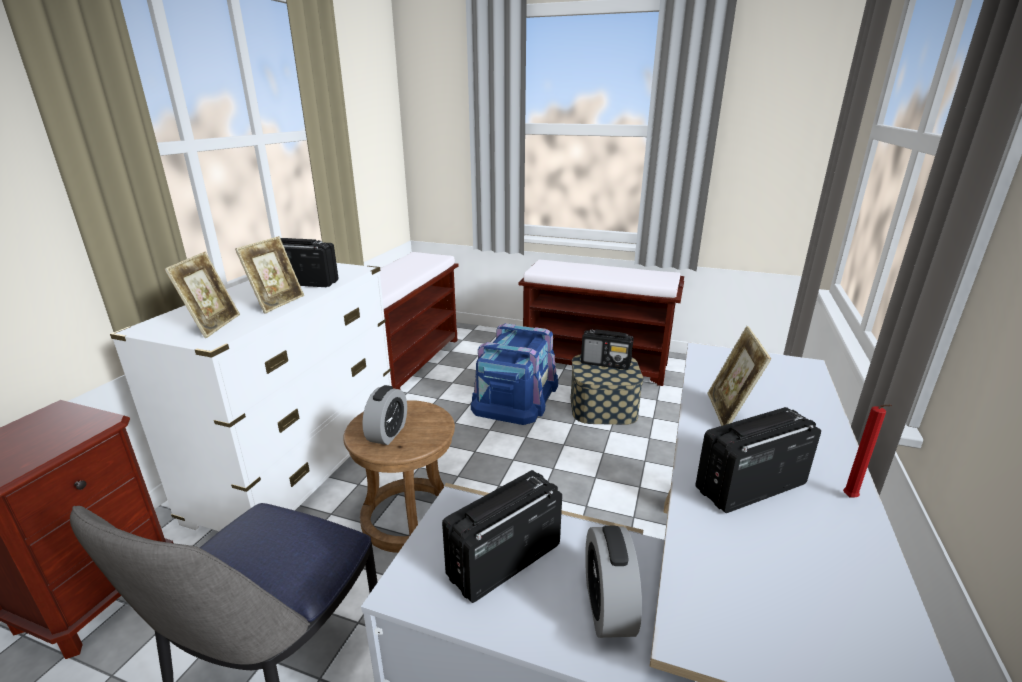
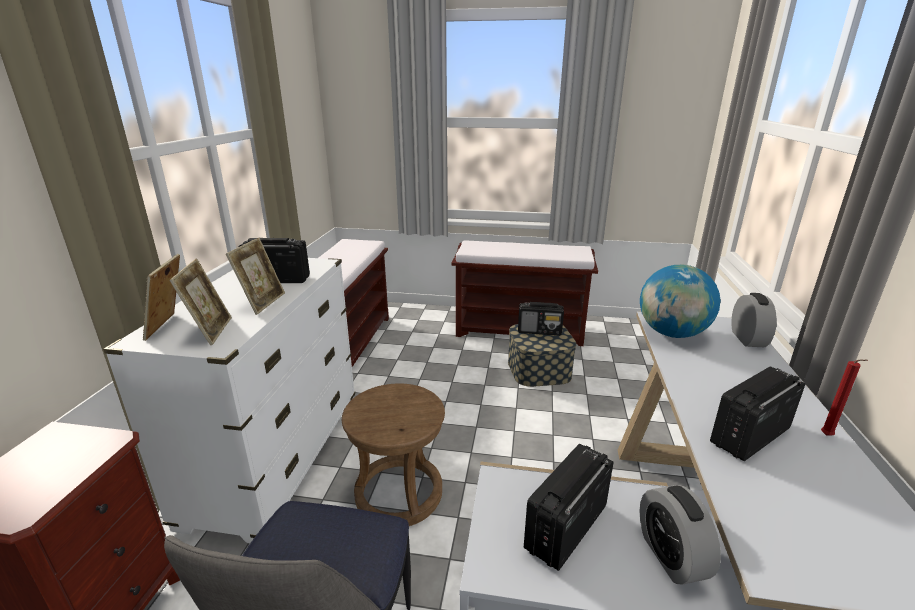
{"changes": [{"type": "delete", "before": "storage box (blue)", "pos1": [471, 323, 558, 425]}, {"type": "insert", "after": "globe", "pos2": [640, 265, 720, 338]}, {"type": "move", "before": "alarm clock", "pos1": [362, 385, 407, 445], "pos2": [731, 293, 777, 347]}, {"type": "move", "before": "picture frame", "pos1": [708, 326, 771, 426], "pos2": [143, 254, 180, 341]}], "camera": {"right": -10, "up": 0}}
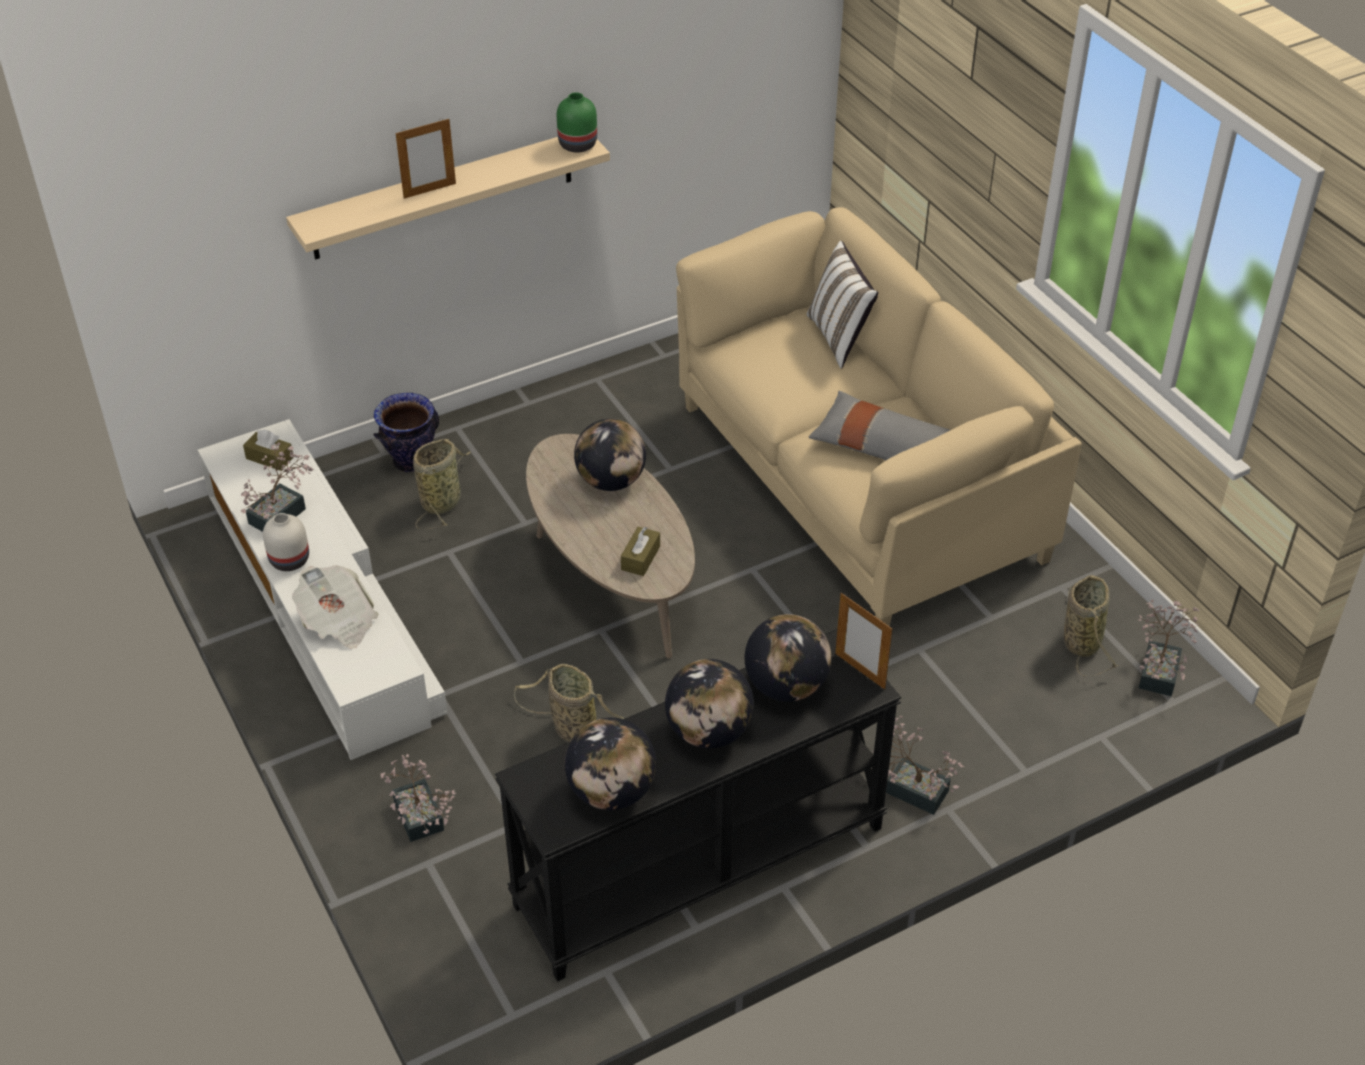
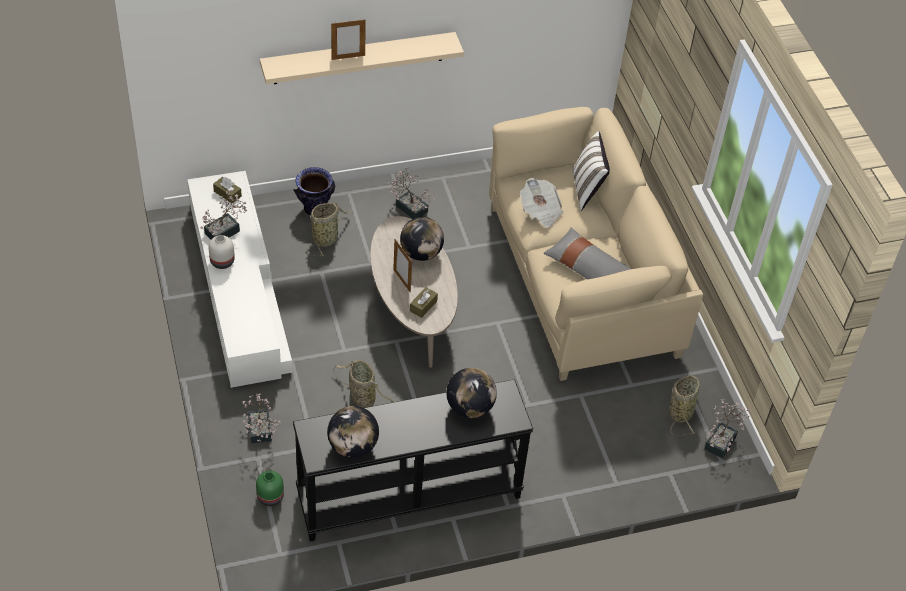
{"changes": [{"type": "delete", "before": "globe", "pos1": [665, 659, 754, 748]}, {"type": "move", "before": "newspaper", "pos1": [292, 565, 379, 649], "pos2": [520, 178, 564, 228]}, {"type": "move", "before": "vase (green)", "pos1": [557, 92, 597, 153], "pos2": [256, 471, 284, 506]}, {"type": "move", "before": "picture frame", "pos1": [835, 593, 892, 689], "pos2": [393, 239, 412, 293]}, {"type": "move", "before": "potted plant", "pos1": [872, 716, 964, 815], "pos2": [388, 167, 435, 219]}], "camera": {"right": 10, "up": 5}}
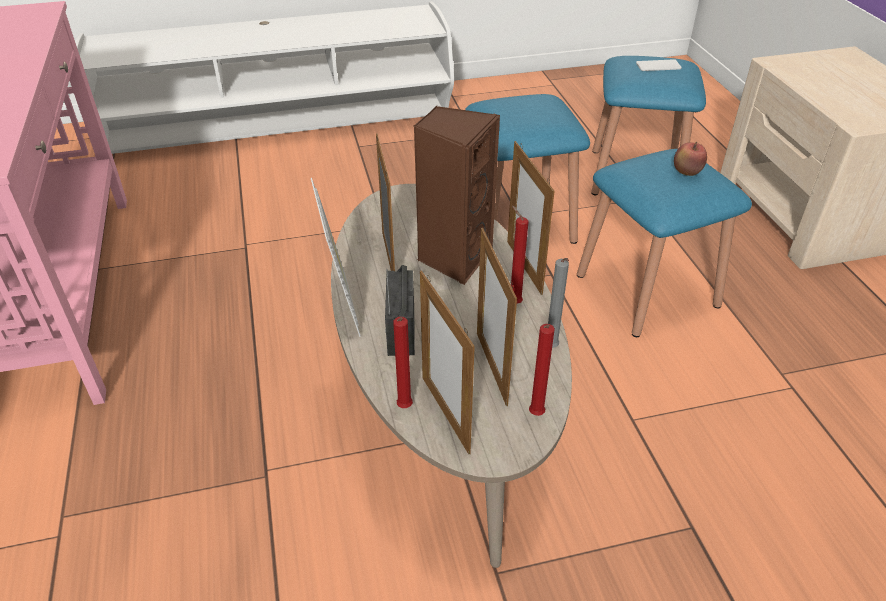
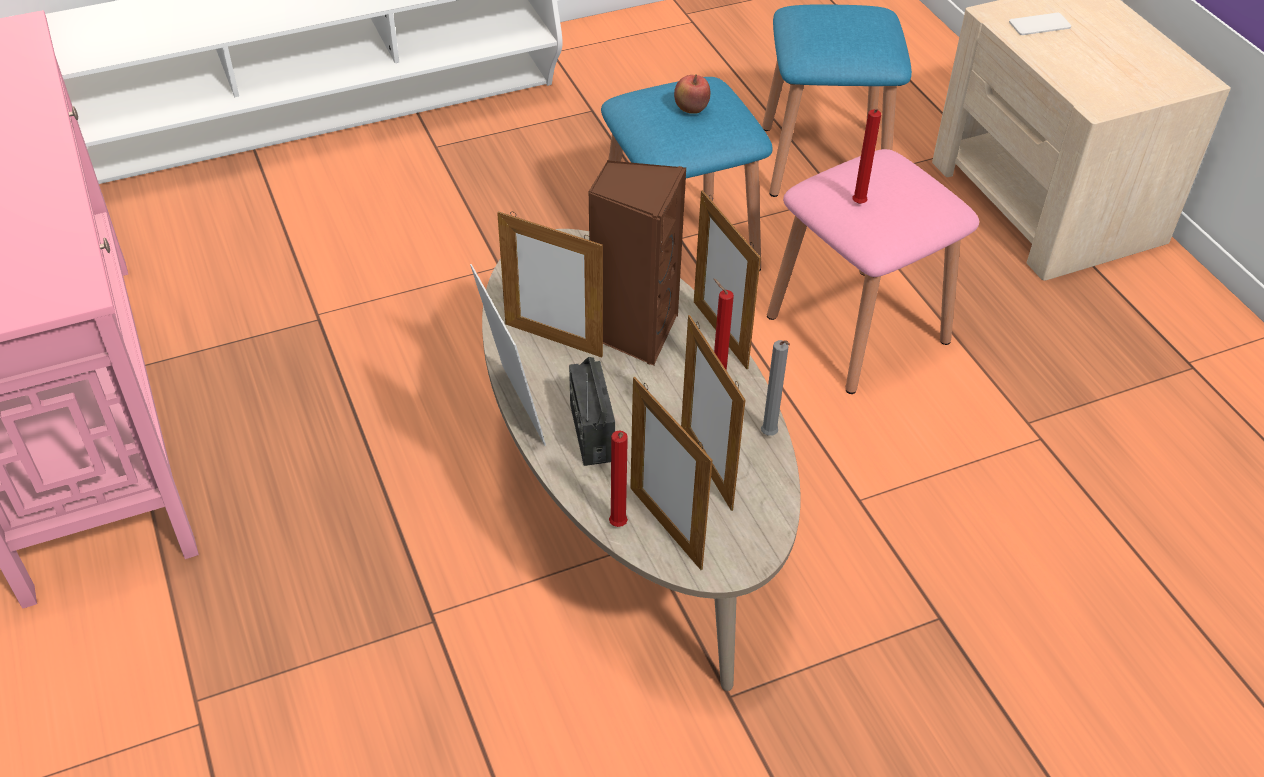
{"changes": [{"type": "move", "before": "candle (red)", "pos1": [529, 324, 555, 416], "pos2": [852, 108, 881, 204]}, {"type": "move", "before": "phone", "pos1": [636, 59, 682, 71], "pos2": [1009, 13, 1071, 35]}, {"type": "move", "before": "apple", "pos1": [674, 142, 707, 176], "pos2": [674, 74, 710, 114]}, {"type": "recolor", "before": "stool (blue)", "after": "stool (pink)", "pos1": [577, 149, 752, 337], "pos2": [767, 149, 979, 394]}, {"type": "rotate", "before": "picture frame", "pos1": [376, 133, 395, 271], "pos2": [497, 211, 603, 358], "turn": 135}], "camera": {"right": -10, "up": 5}}
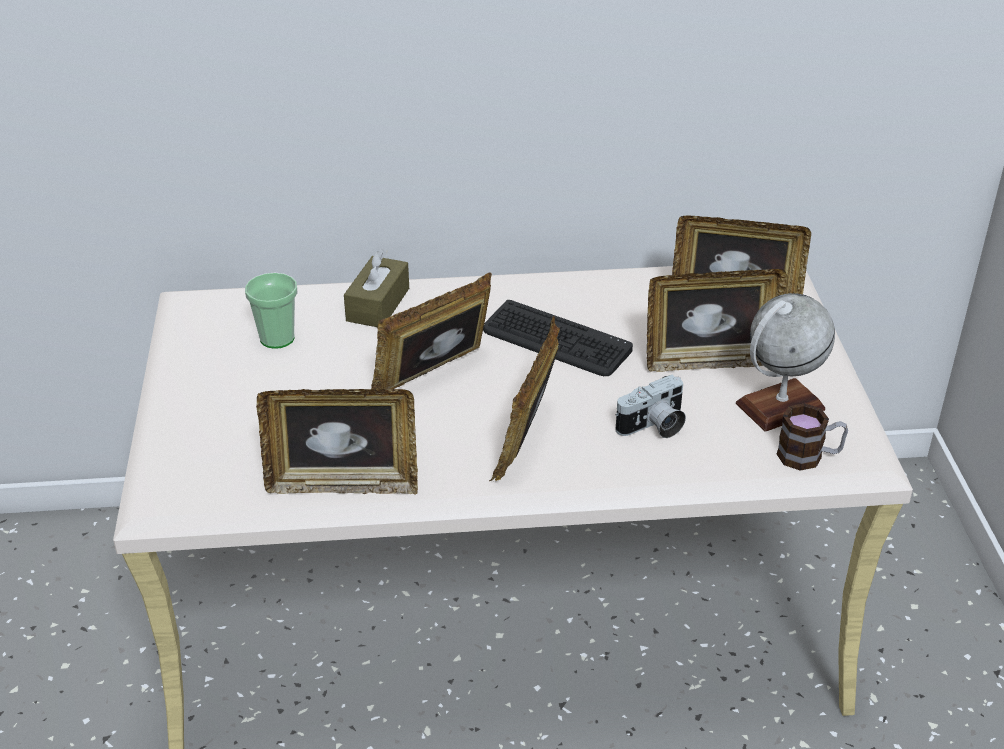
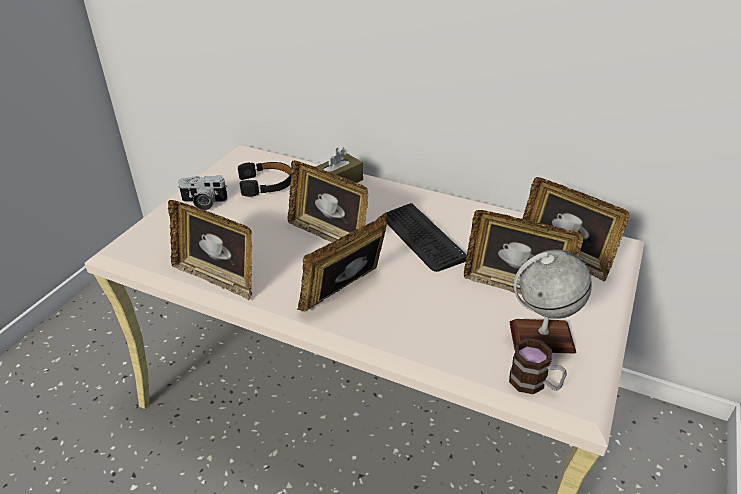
{"changes": [{"type": "move", "before": "photo camera", "pos1": [615, 375, 686, 438], "pos2": [178, 176, 228, 210]}, {"type": "replace", "before": "cup", "after": "headphones (black)", "pos1": [245, 273, 297, 349], "pos2": [238, 162, 291, 197]}, {"type": "rotate", "before": "picture frame", "pos1": [371, 272, 492, 389], "pos2": [288, 161, 368, 243], "turn": -135}], "camera": {"right": 30, "up": 0}}
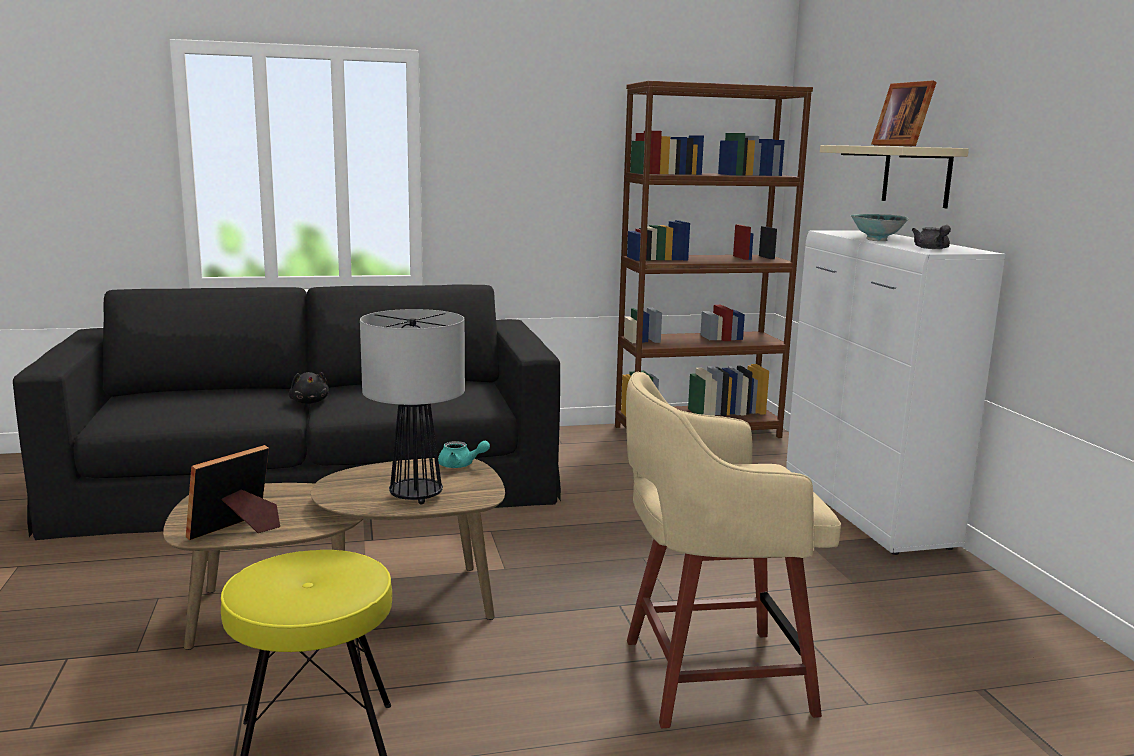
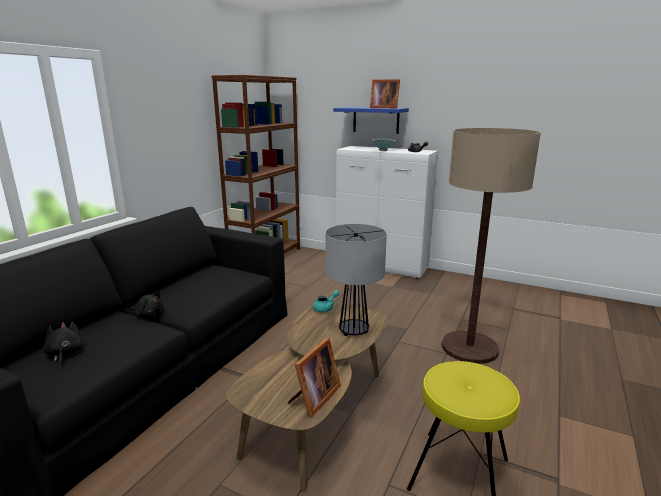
{"changes": [{"type": "insert", "after": "plush toy (black)", "pos2": [43, 322, 82, 366]}, {"type": "replace", "before": "stool (beige)", "after": "floor lamp", "pos1": [626, 372, 841, 728], "pos2": [442, 128, 541, 364]}, {"type": "recolor", "before": "shelf (beige)", "after": "shelf (blue)", "pos1": [820, 145, 969, 208], "pos2": [333, 107, 409, 134]}, {"type": "rotate", "before": "picture frame", "pos1": [186, 445, 280, 540], "pos2": [288, 338, 341, 417], "turn": -135}], "camera": {"right": -50, "up": 5}}
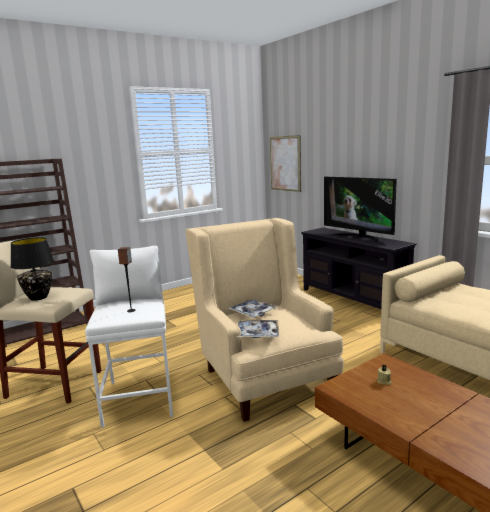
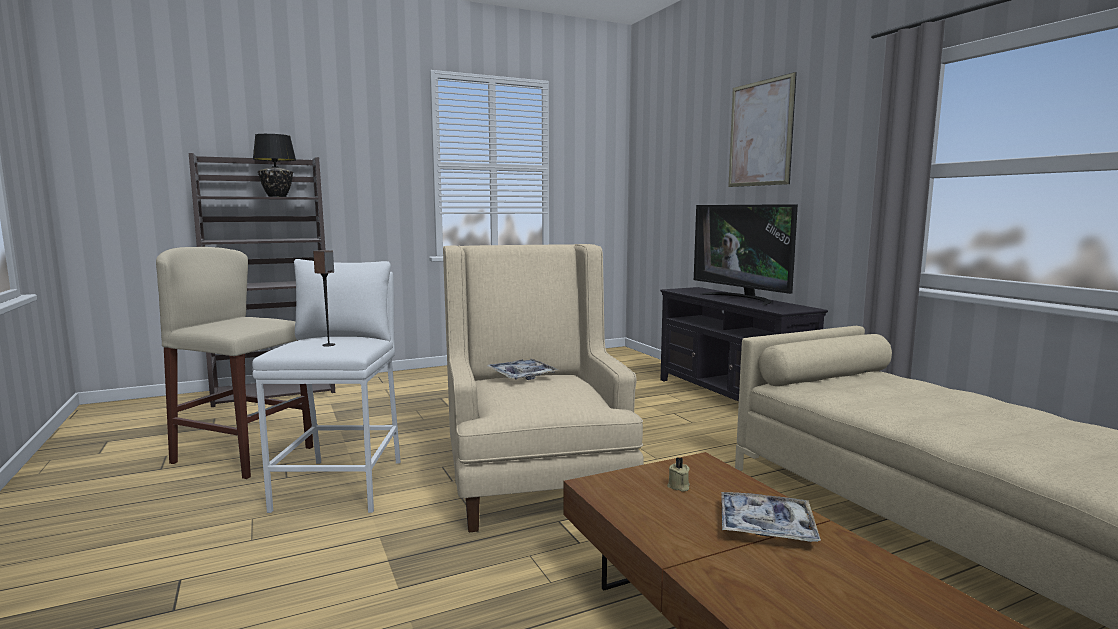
{"changes": [{"type": "move", "before": "table lamp (black)", "pos1": [10, 237, 54, 301], "pos2": [253, 134, 296, 197]}, {"type": "move", "before": "tray", "pos1": [237, 320, 279, 338], "pos2": [721, 492, 821, 542]}, {"type": "move", "before": "picture", "pos1": [270, 135, 301, 192], "pos2": [728, 72, 797, 187]}], "camera": {"right": 10, "up": -5}}
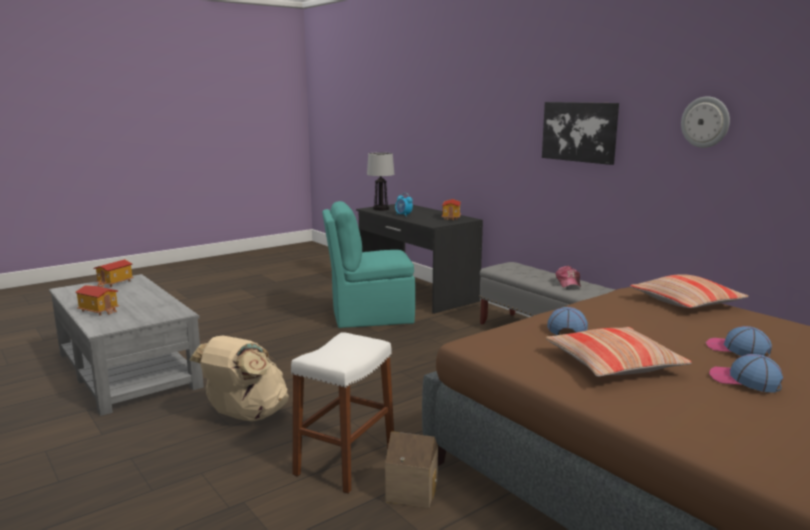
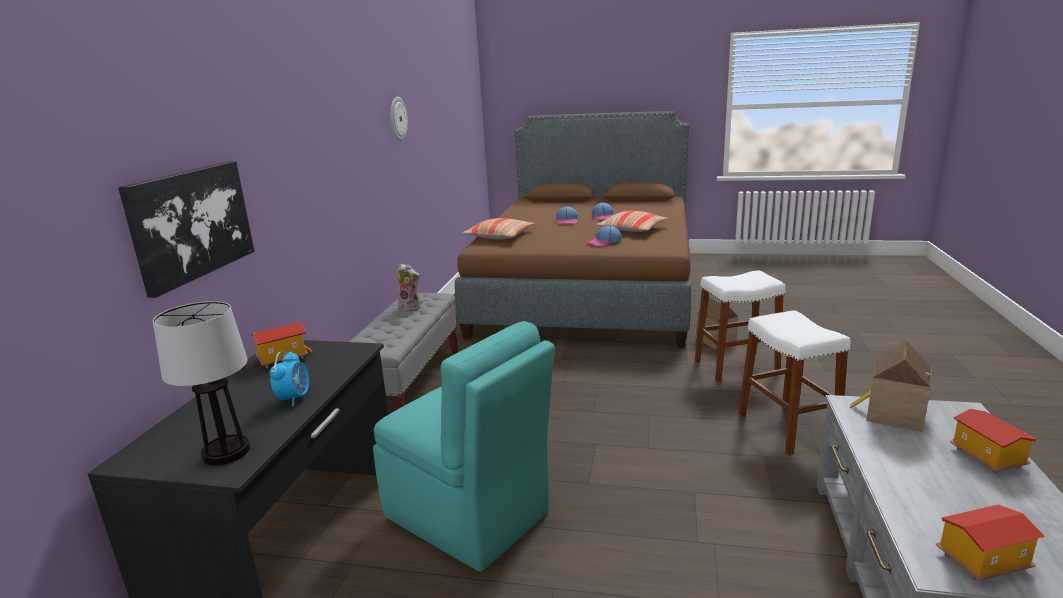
{"changes": [{"type": "insert", "after": "toy house", "pos2": [850, 341, 931, 432]}, {"type": "move", "before": "picture", "pos1": [542, 102, 619, 165], "pos2": [118, 161, 254, 298]}, {"type": "replace", "before": "backpack (beige)", "after": "stool (white)", "pos1": [189, 336, 289, 421], "pos2": [739, 311, 851, 456]}, {"type": "replace", "before": "cap", "after": "plush toy", "pos1": [556, 266, 581, 288], "pos2": [397, 264, 420, 311]}], "camera": {"right": -130, "up": 5}}
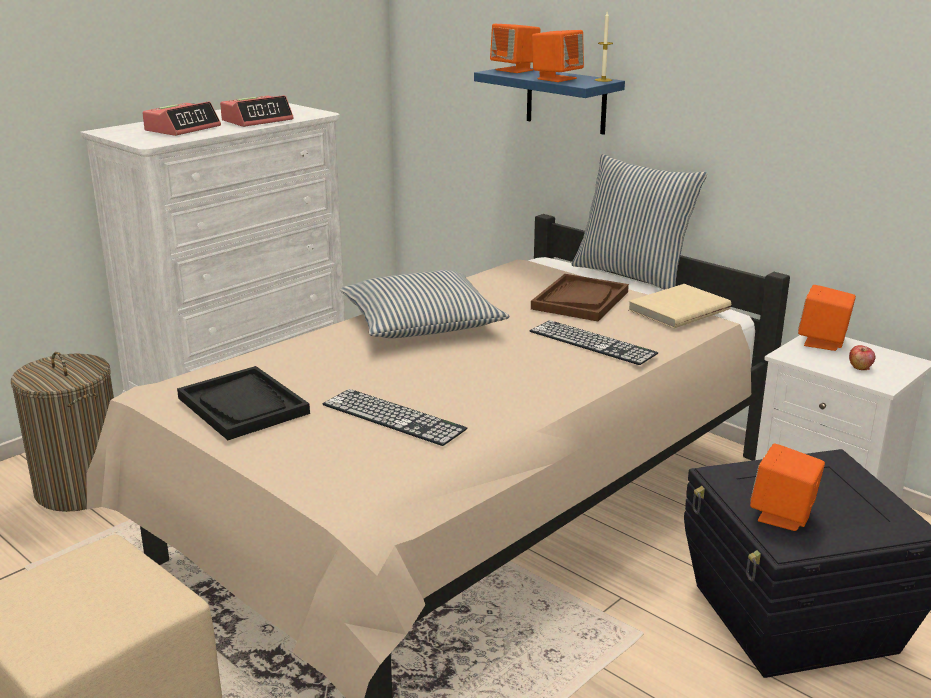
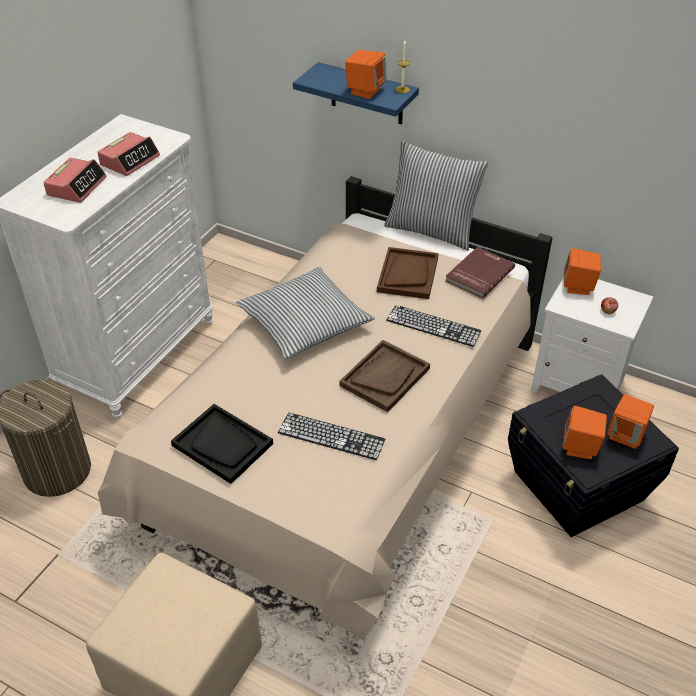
{"changes": [{"type": "insert", "after": "tray (brown)", "pos2": [339, 340, 430, 412]}, {"type": "move", "before": "speaker (orange)", "pos1": [490, 24, 541, 73], "pos2": [607, 394, 654, 449]}, {"type": "recolor", "before": "book (beige)", "after": "book (red)", "pos1": [628, 284, 731, 328], "pos2": [446, 247, 515, 299]}], "camera": {"right": -15, "up": 20}}
